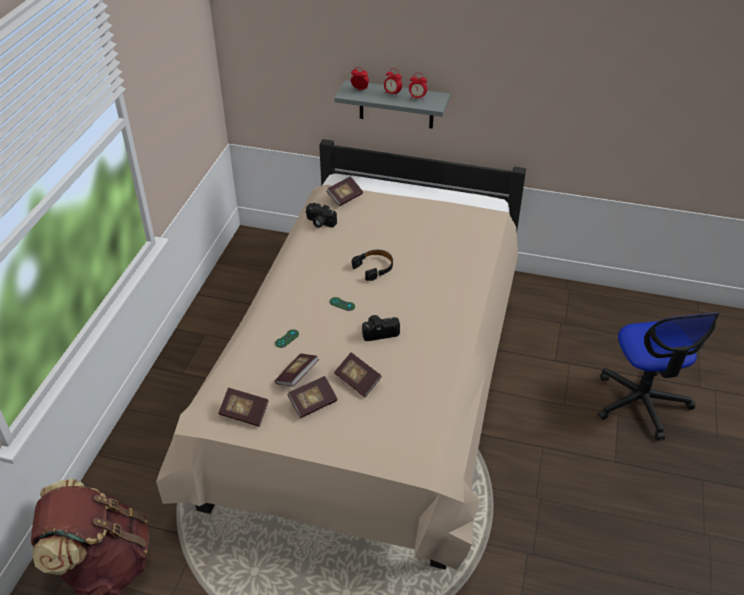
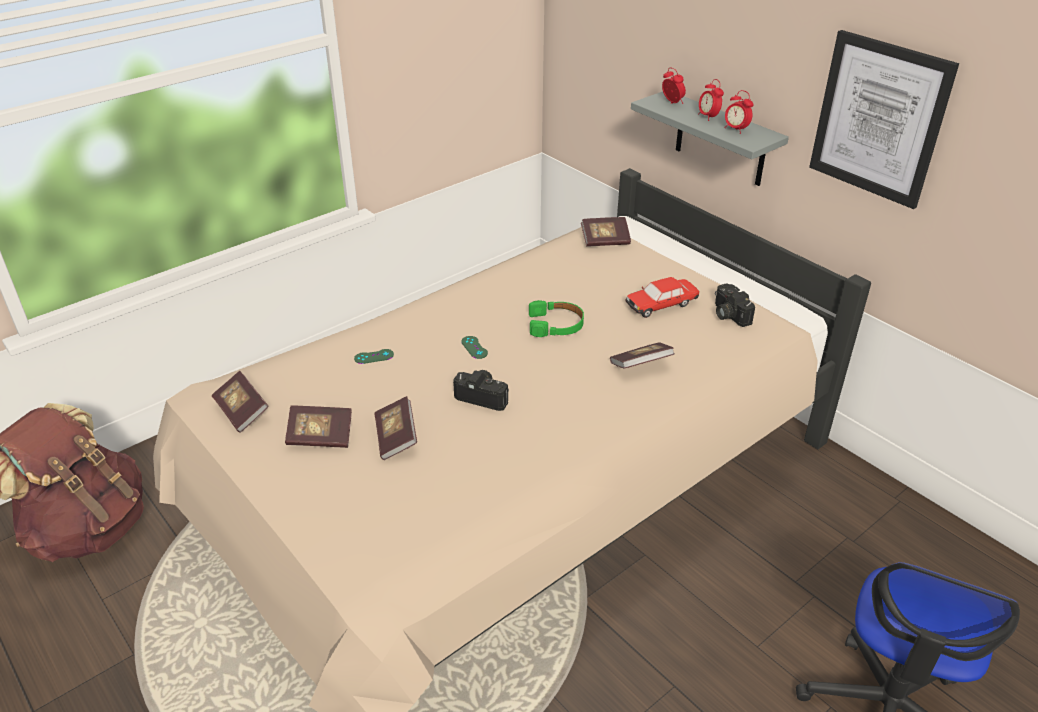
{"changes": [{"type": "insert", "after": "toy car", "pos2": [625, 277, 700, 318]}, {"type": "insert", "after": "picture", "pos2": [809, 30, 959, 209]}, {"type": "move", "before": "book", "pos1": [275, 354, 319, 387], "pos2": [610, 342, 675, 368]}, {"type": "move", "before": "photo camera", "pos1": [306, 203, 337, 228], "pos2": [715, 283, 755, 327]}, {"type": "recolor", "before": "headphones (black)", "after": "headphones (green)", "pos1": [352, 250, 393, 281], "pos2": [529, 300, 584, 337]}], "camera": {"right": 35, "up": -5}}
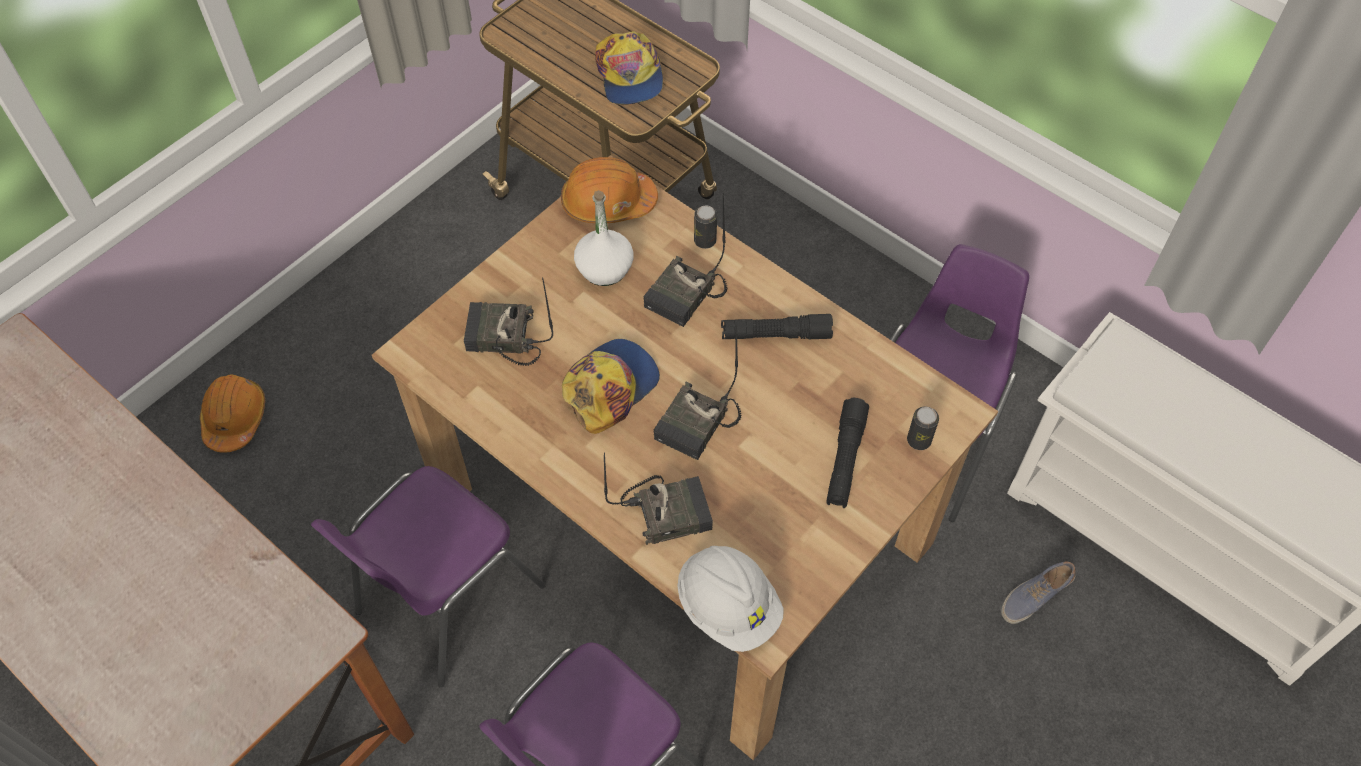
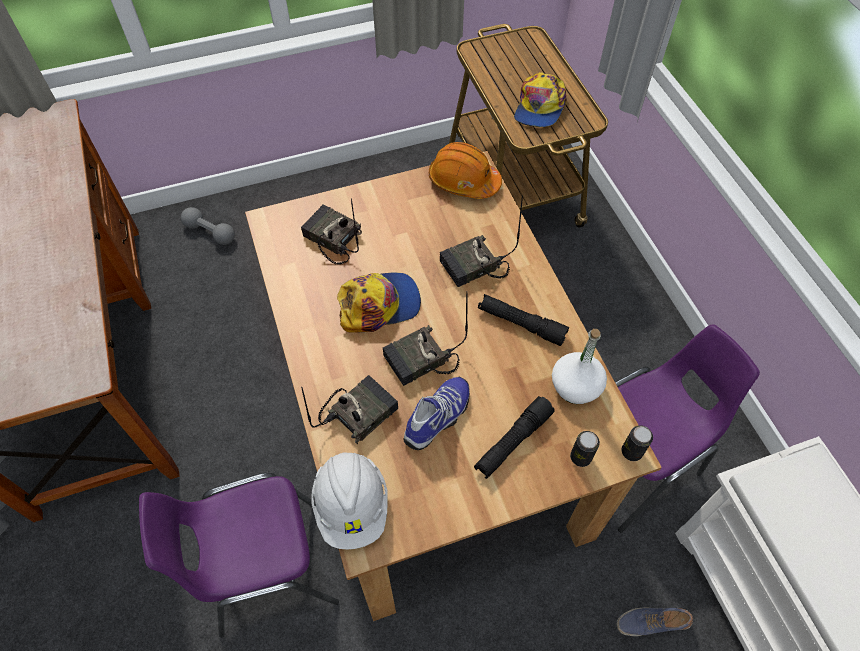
{"changes": [{"type": "delete", "before": "chair (purple)", "pos1": [311, 466, 546, 688]}, {"type": "insert", "after": "shoe", "pos2": [404, 377, 470, 450]}, {"type": "move", "before": "bottle (white)", "pos1": [574, 190, 633, 286], "pos2": [552, 329, 607, 404]}, {"type": "move", "before": "can", "pos1": [694, 205, 717, 249], "pos2": [622, 425, 653, 461]}, {"type": "replace", "before": "hard hat (orange)", "after": "dumbbell (grey)", "pos1": [200, 374, 265, 453], "pos2": [181, 207, 235, 245]}, {"type": "rotate", "before": "radio", "pos1": [604, 452, 713, 545], "pos2": [301, 375, 398, 444], "turn": -60}], "camera": {"right": 30, "up": 0}}
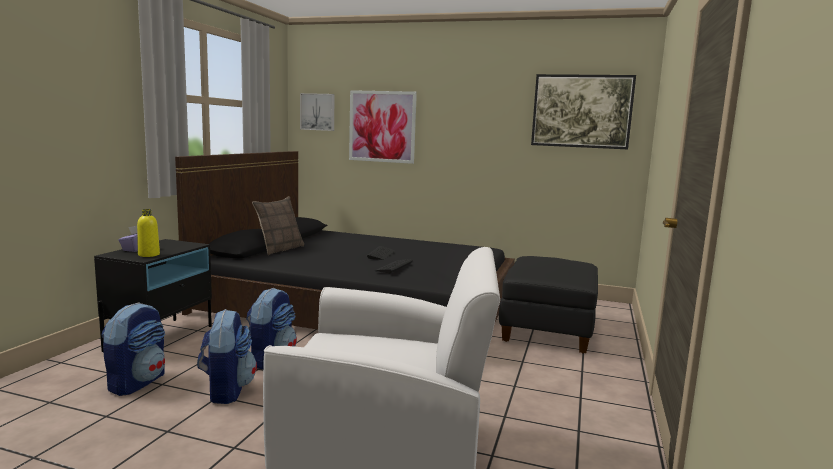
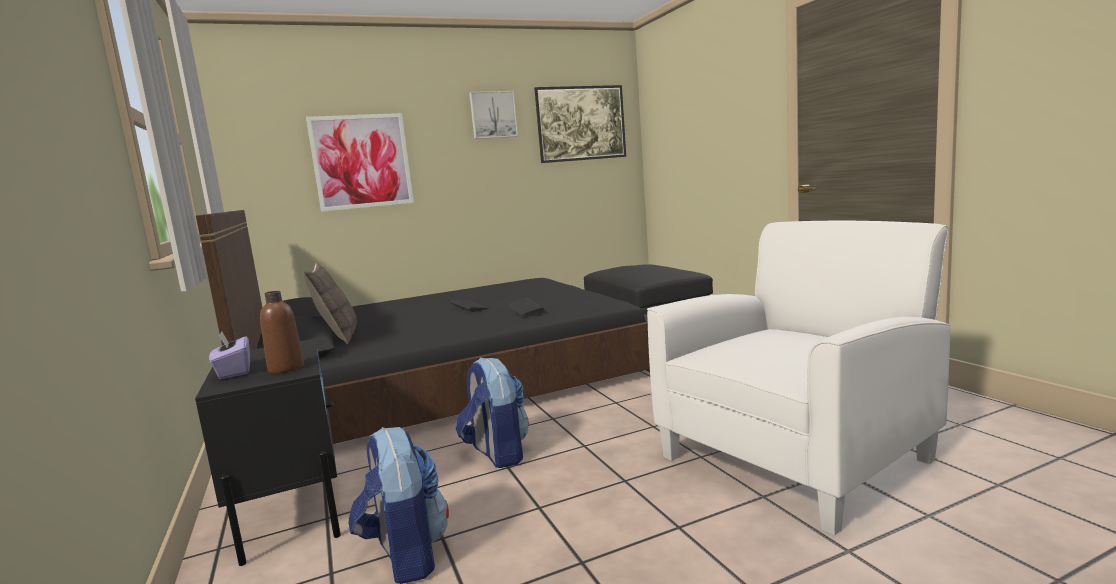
{"changes": [{"type": "delete", "before": "backpack", "pos1": [197, 309, 257, 404]}, {"type": "move", "before": "picture", "pos1": [300, 93, 335, 131], "pos2": [469, 91, 518, 139]}, {"type": "recolor", "before": "bottle (yellow)", "after": "bottle (brown)", "pos1": [137, 209, 160, 257], "pos2": [260, 291, 304, 373]}], "camera": {"right": -40, "up": 0}}
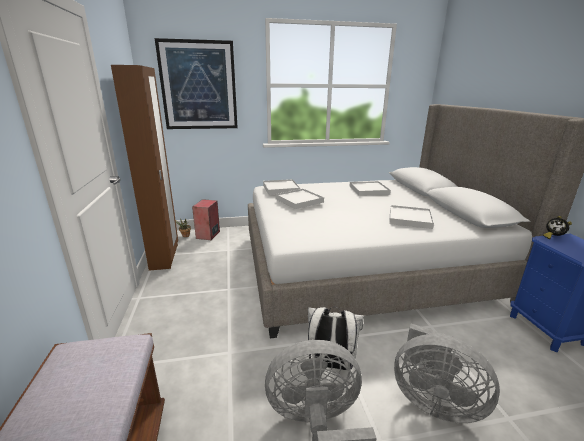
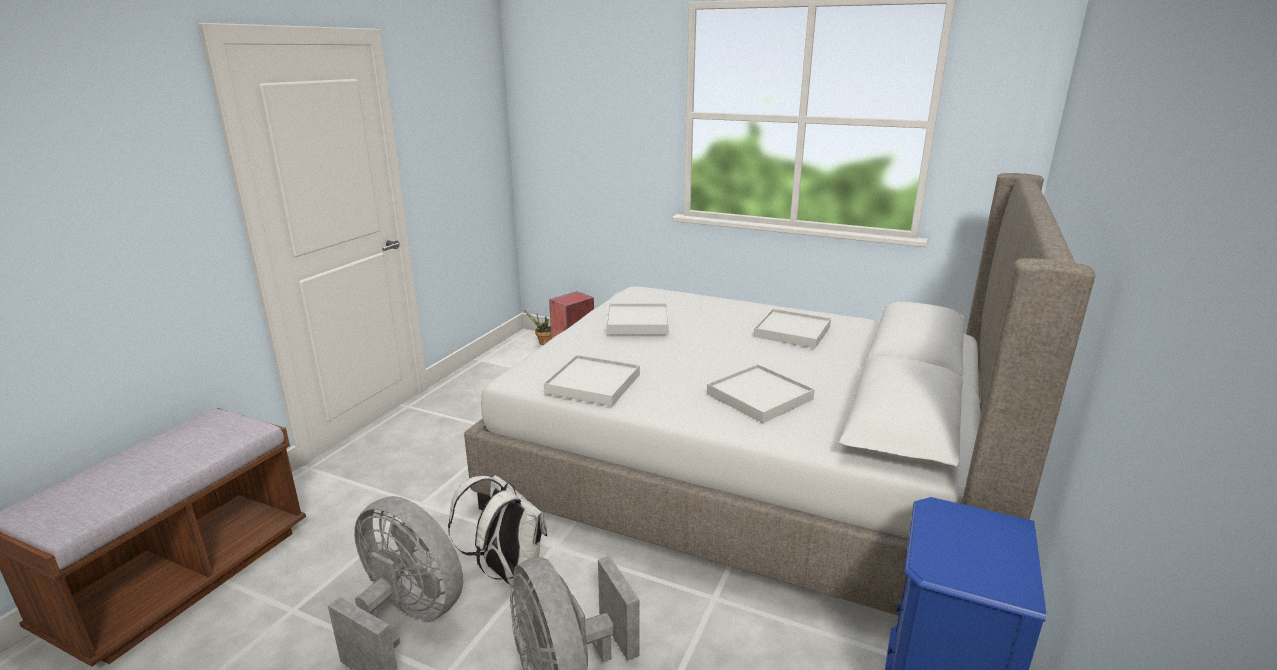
{"changes": [{"type": "delete", "before": "wardrobe (brown)", "pos1": [111, 65, 178, 271]}, {"type": "delete", "before": "picture", "pos1": [155, 38, 238, 129]}, {"type": "delete", "before": "alarm clock", "pos1": [543, 216, 572, 239]}, {"type": "move", "before": "tray (white)", "pos1": [263, 179, 300, 195], "pos2": [544, 355, 640, 406]}], "camera": {"right": 35, "up": 0}}
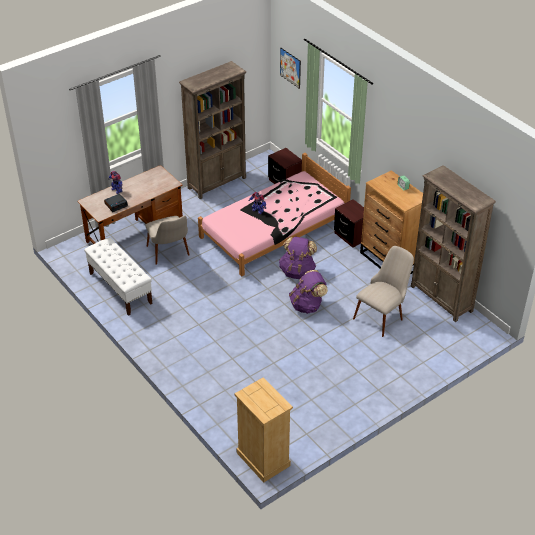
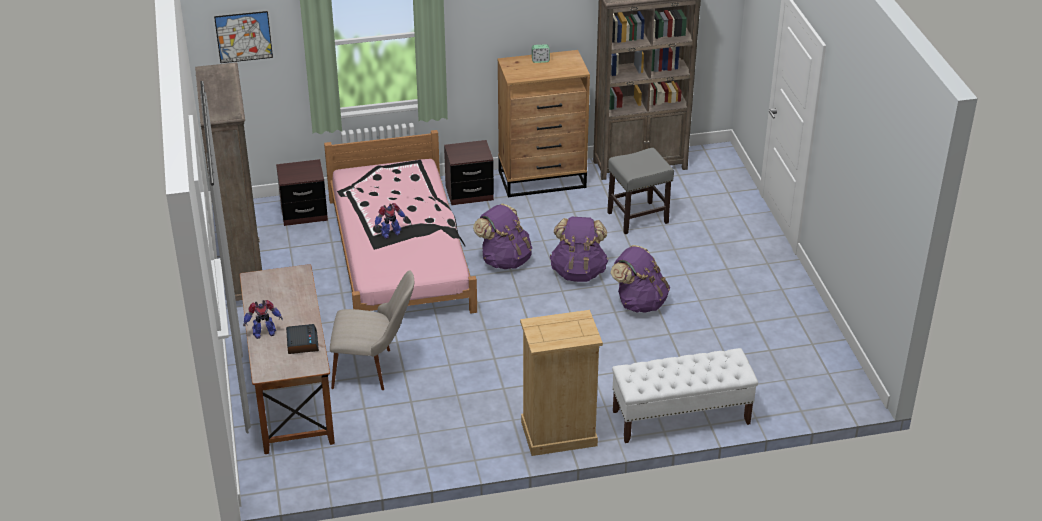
{"changes": [{"type": "insert", "after": "backpack (purple)", "pos2": [611, 245, 670, 313]}, {"type": "move", "before": "bench (white)", "pos1": [84, 237, 153, 316], "pos2": [612, 348, 758, 443]}, {"type": "move", "before": "dresser (beige)", "pos1": [234, 378, 293, 483], "pos2": [520, 310, 603, 456]}, {"type": "replace", "before": "chair (beige)", "after": "stool (grey)", "pos1": [353, 246, 414, 337], "pos2": [607, 148, 674, 234]}], "camera": {"right": -65, "up": -5}}
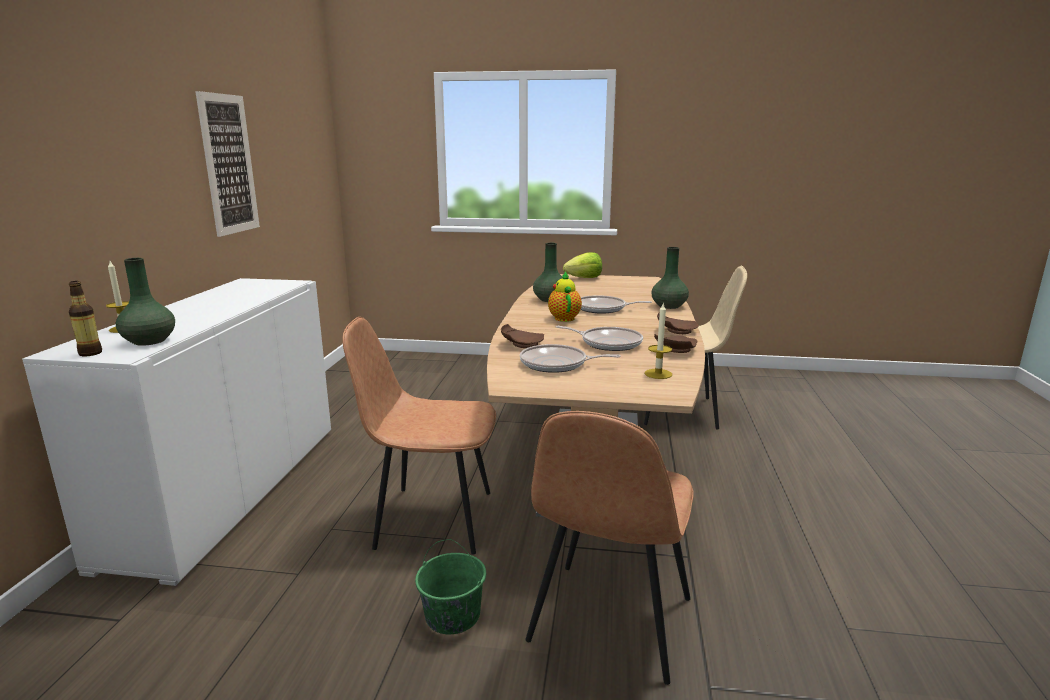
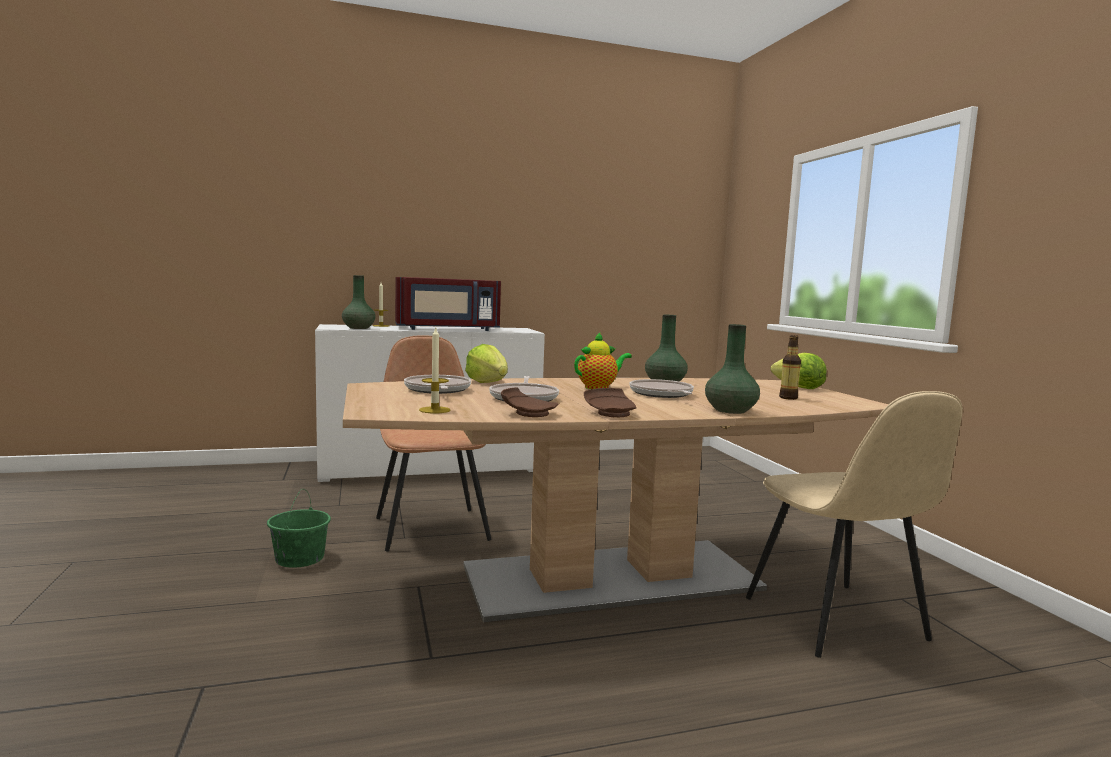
{"changes": [{"type": "delete", "before": "picture", "pos1": [195, 91, 260, 237]}, {"type": "delete", "before": "chair (brown)", "pos1": [525, 411, 694, 685]}, {"type": "insert", "after": "microwave (red)", "pos2": [395, 277, 501, 331]}, {"type": "move", "before": "bottle", "pos1": [69, 281, 102, 356], "pos2": [779, 335, 801, 400]}, {"type": "replace", "before": "plate (brown)", "after": "lettuce", "pos1": [501, 324, 544, 348], "pos2": [465, 344, 508, 383]}], "camera": {"right": 65, "up": -10}}
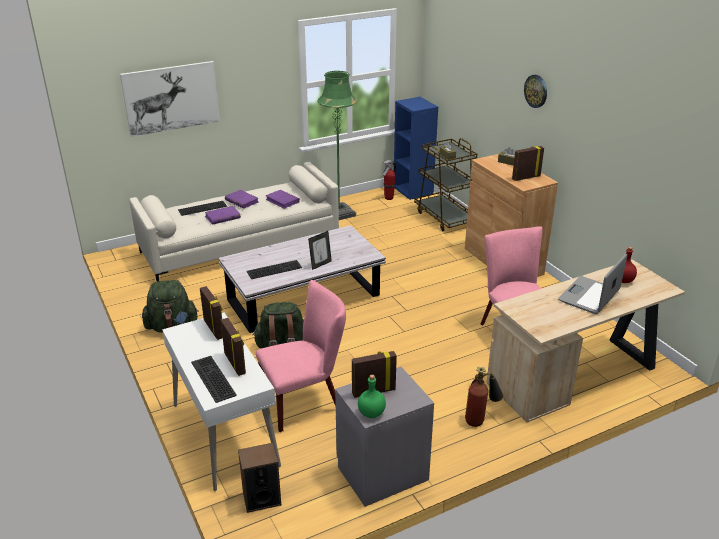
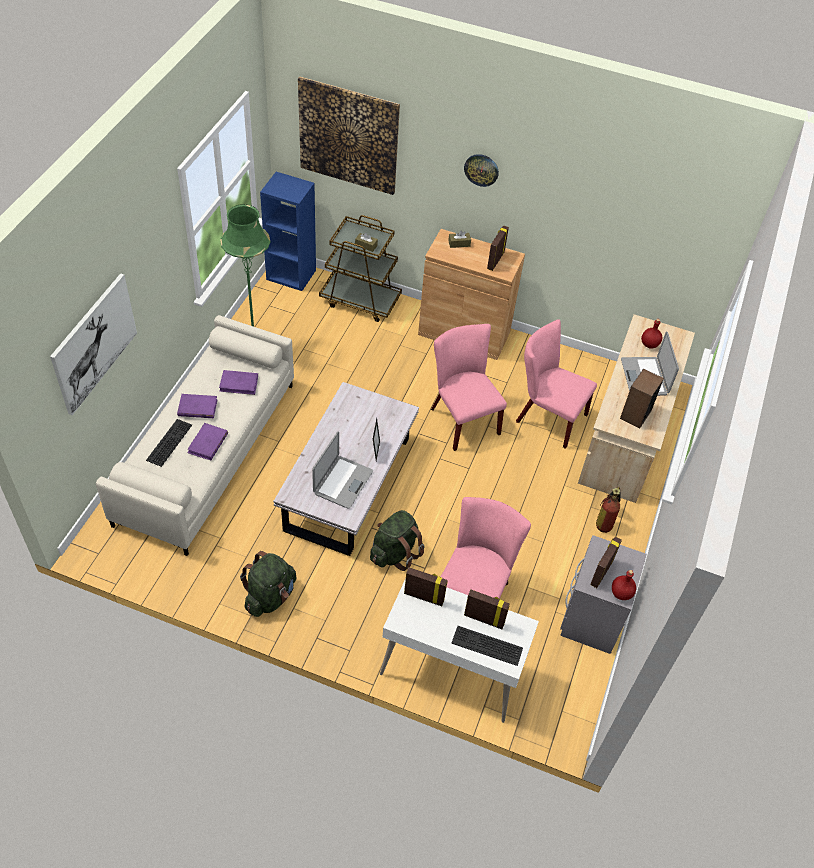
{"changes": [{"type": "delete", "before": "fire extinguisher", "pos1": [382, 160, 396, 200]}, {"type": "insert", "after": "picture", "pos2": [298, 77, 400, 195]}, {"type": "insert", "after": "chair (pink)", "pos2": [431, 324, 507, 451]}, {"type": "move", "before": "speaker", "pos1": [238, 443, 281, 513], "pos2": [620, 368, 664, 429]}, {"type": "replace", "before": "keyboard", "after": "laptop", "pos1": [246, 260, 302, 279], "pos2": [312, 432, 373, 509]}, {"type": "recolor", "before": "bottle (green)", "after": "bottle (red)", "pos1": [358, 375, 386, 418], "pos2": [612, 570, 636, 600]}], "camera": {"right": -45, "up": 20}}
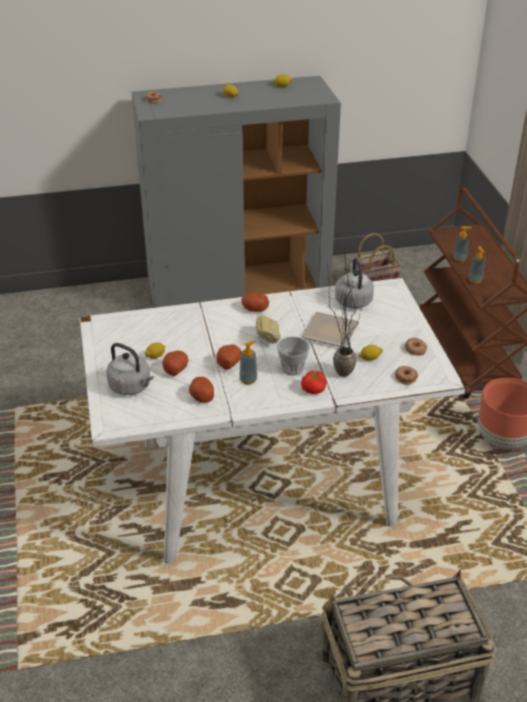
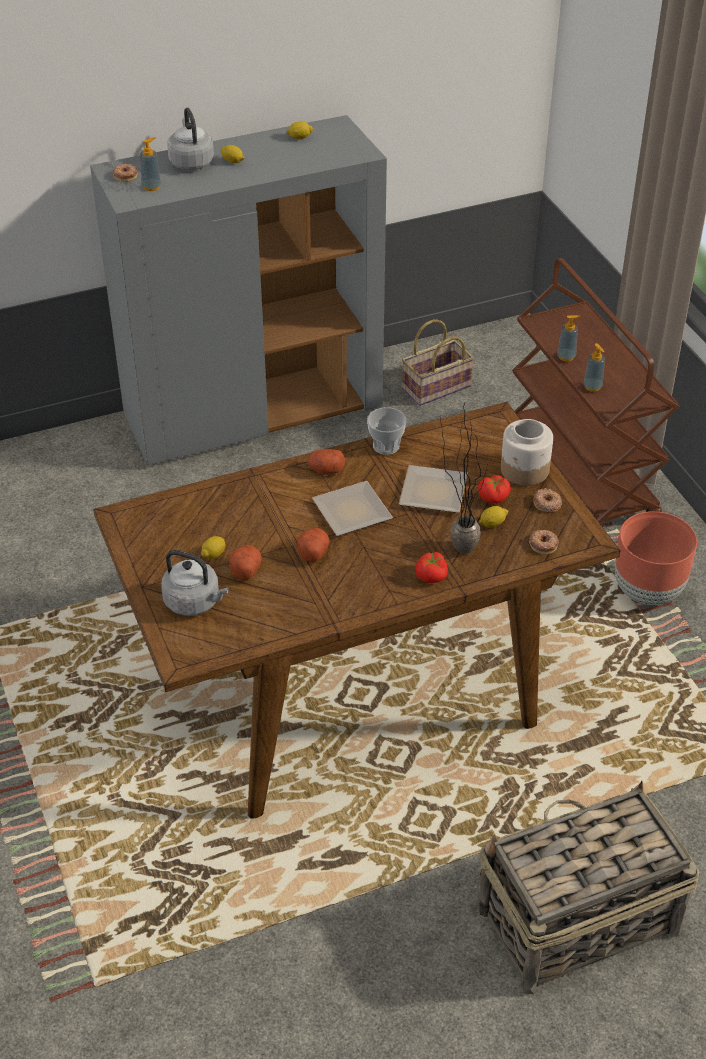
{"changes": [{"type": "delete", "before": "potato", "pos1": [189, 377, 214, 403]}, {"type": "insert", "after": "tomato", "pos2": [478, 475, 511, 504]}, {"type": "insert", "after": "jar", "pos2": [501, 419, 553, 486]}, {"type": "move", "before": "soap dispenser", "pos1": [239, 340, 257, 385], "pos2": [140, 137, 161, 191]}, {"type": "move", "before": "cup", "pos1": [277, 337, 310, 376], "pos2": [367, 407, 406, 455]}, {"type": "move", "before": "kettle (grey)", "pos1": [335, 258, 374, 309], "pos2": [167, 107, 214, 170]}, {"type": "replace", "before": "bread", "after": "plate", "pos1": [256, 315, 281, 344], "pos2": [312, 481, 393, 536]}, {"type": "recolor", "before": "dining table (white)", "after": "dining table (brown)", "pos1": [79, 278, 466, 564], "pos2": [93, 402, 620, 819]}], "camera": {"right": -10, "up": 5}}
